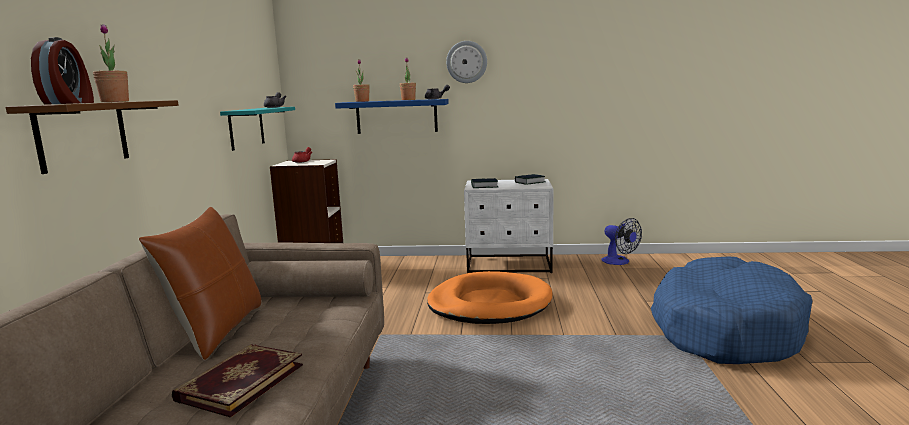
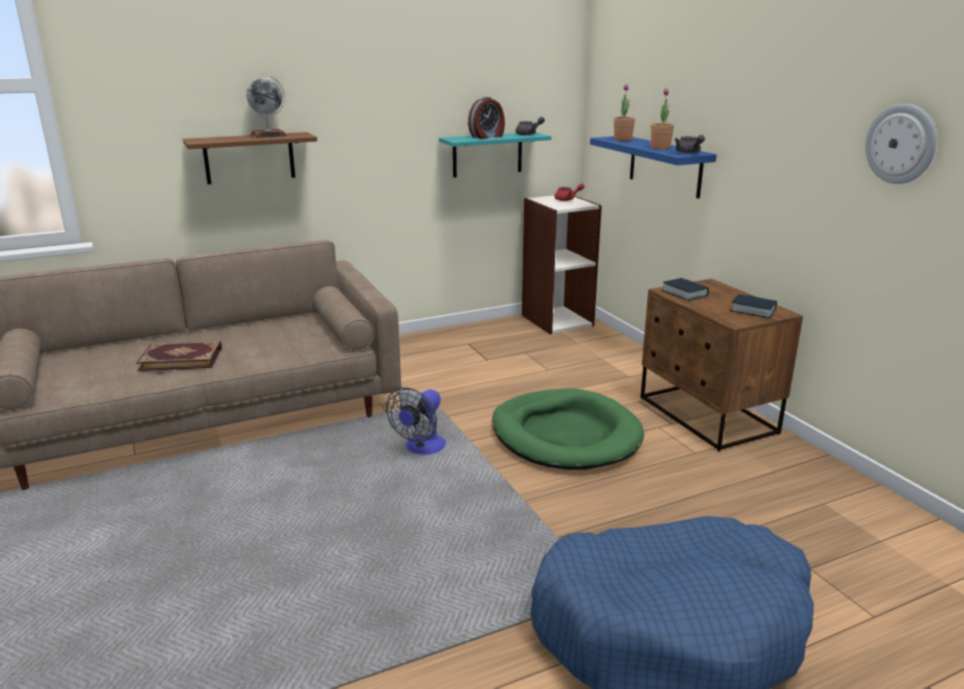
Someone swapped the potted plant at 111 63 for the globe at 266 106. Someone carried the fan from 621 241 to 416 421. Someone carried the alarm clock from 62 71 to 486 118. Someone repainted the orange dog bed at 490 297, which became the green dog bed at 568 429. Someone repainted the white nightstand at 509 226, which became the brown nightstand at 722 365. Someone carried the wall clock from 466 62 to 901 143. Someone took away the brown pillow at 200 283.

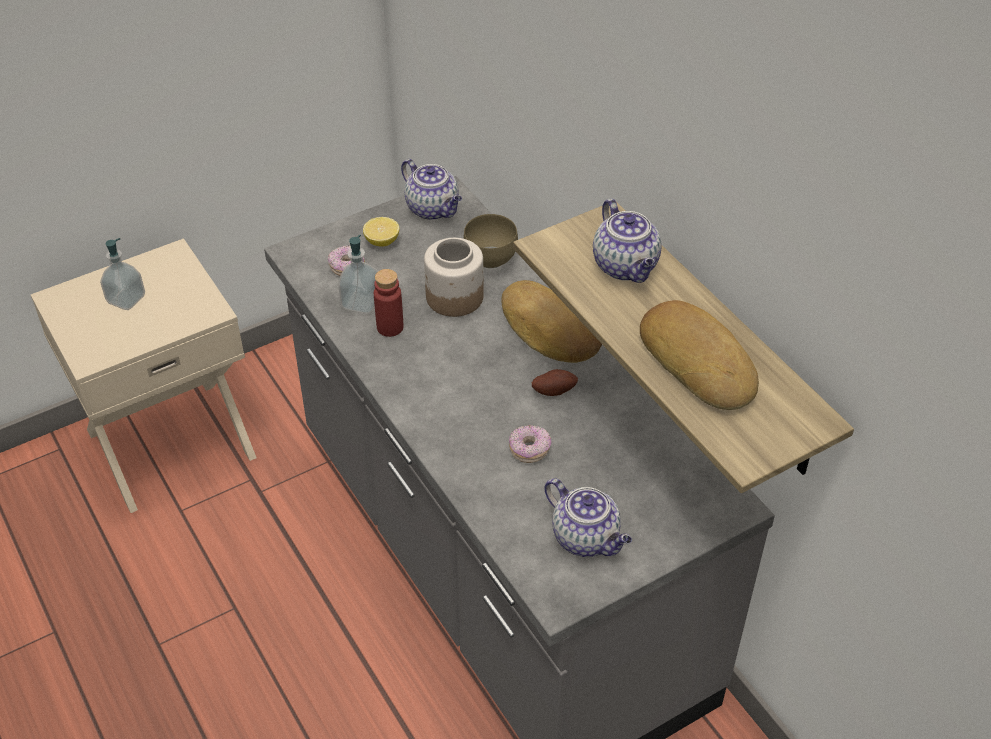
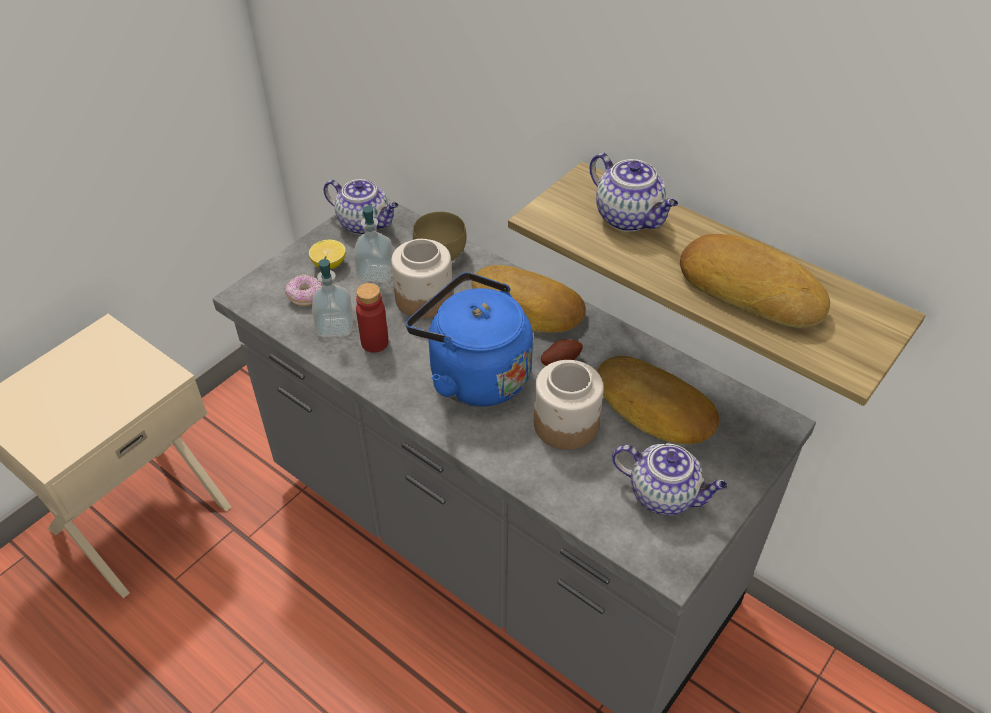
Someone carried the soap dispenser from 122 274 to 373 243. Someone put down the blue kettle at 469 339. Someone swapped the donut at 530 444 for the jar at 568 405. Someone put down the bread at 658 400.

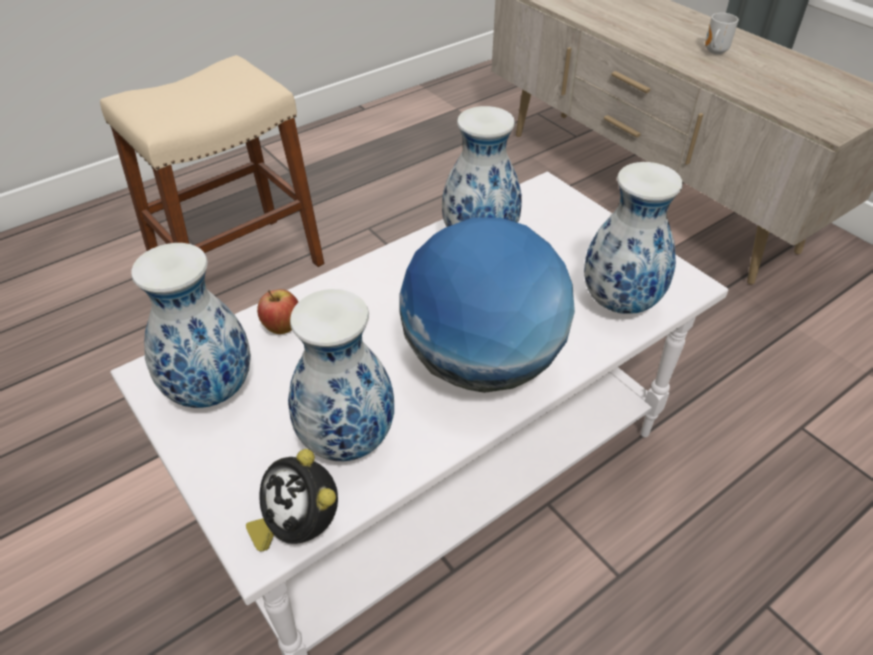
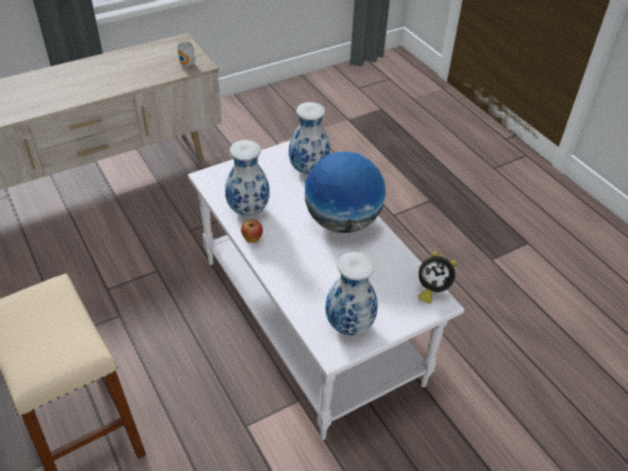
Someone carried the mug from 722 34 to 186 53. Someone carried the apple from 277 311 to 252 231. Someone rotated the alarm clock at 292 500 by 45 degrees clockwise. Someone took away the vase at 341 375.

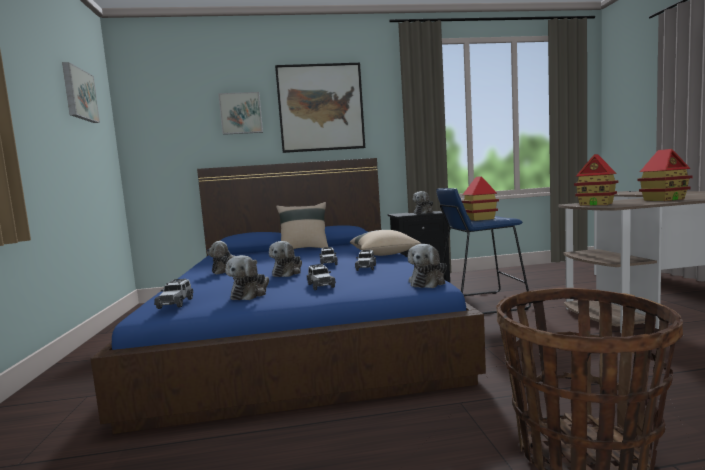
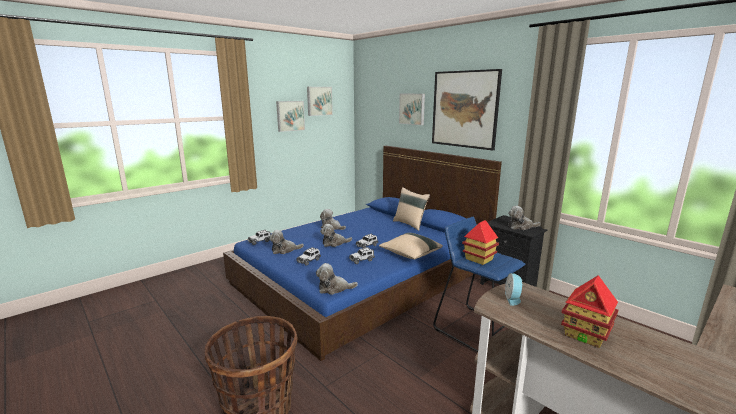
Someone put up the picture at 290 116. Someone swapped the toy house at 596 180 for the alarm clock at 515 289.

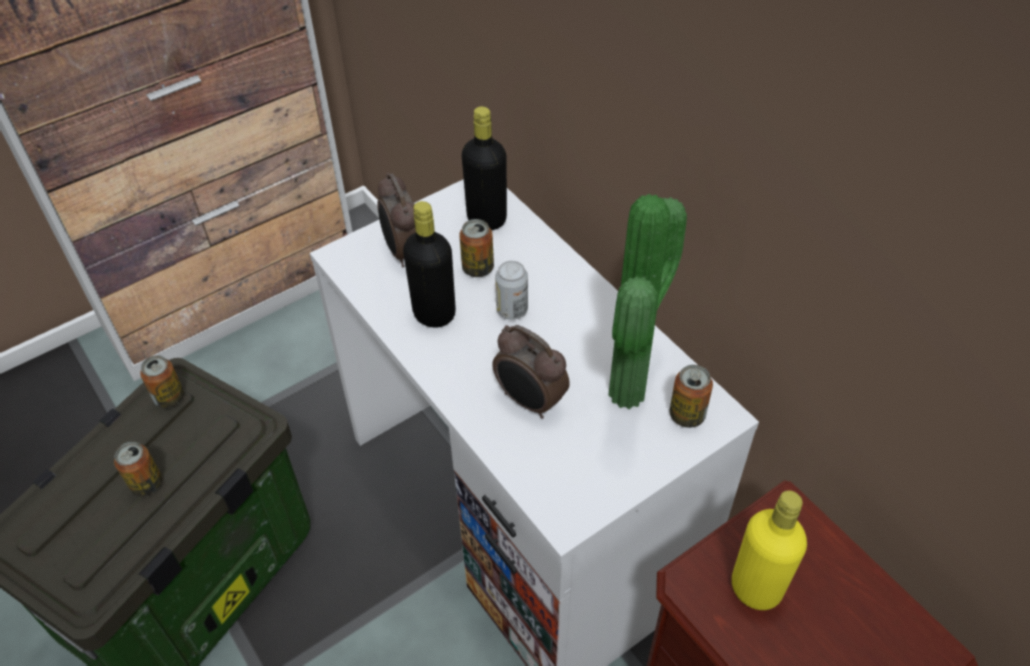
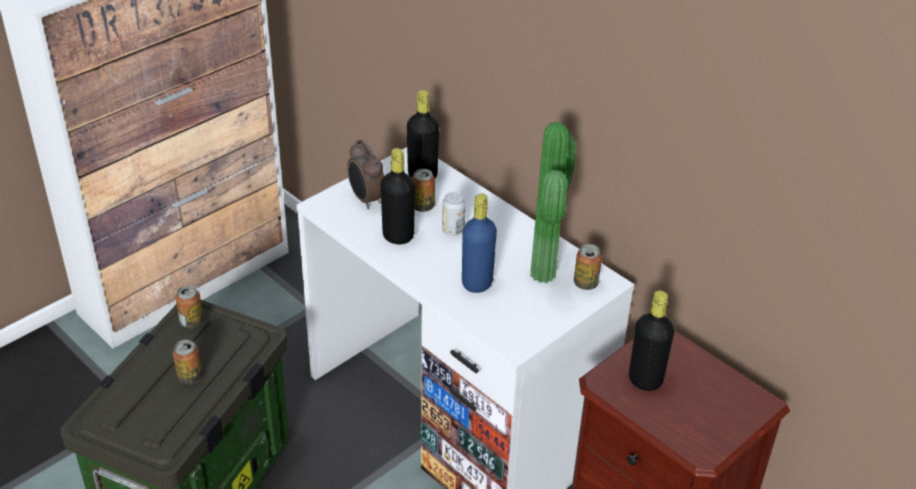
Someone swapped the alarm clock at 531 372 for the blue bottle at 479 243. Someone repainted the yellow bottle at 769 550, which became the black bottle at 651 340.

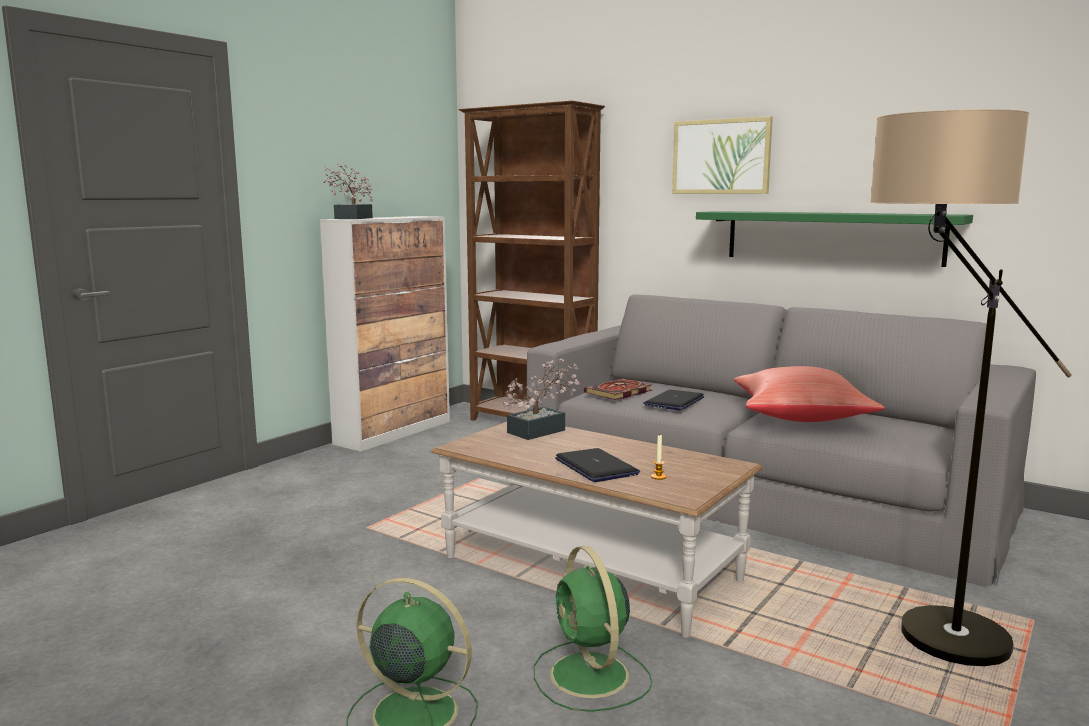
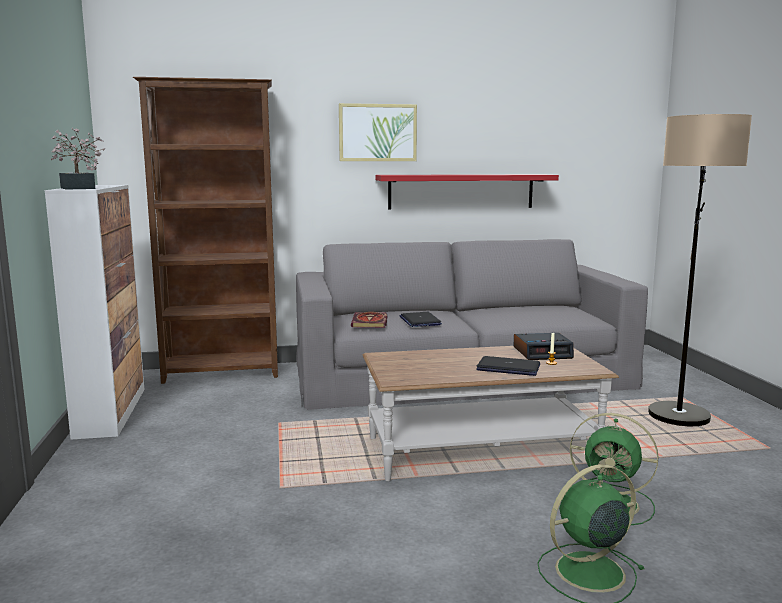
Someone repainted the green shelf at 834 239, which became the red shelf at 467 191. Someone put down the alarm clock at 544 346. Someone took away the potted plant at 541 399. Someone took away the red pillow at 809 394.

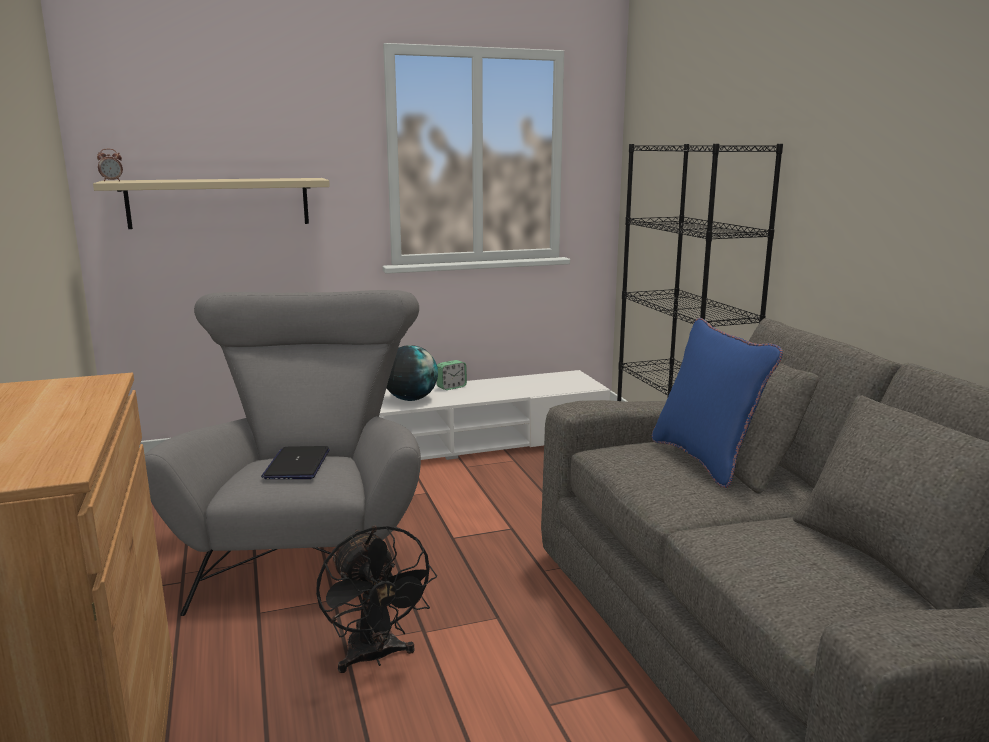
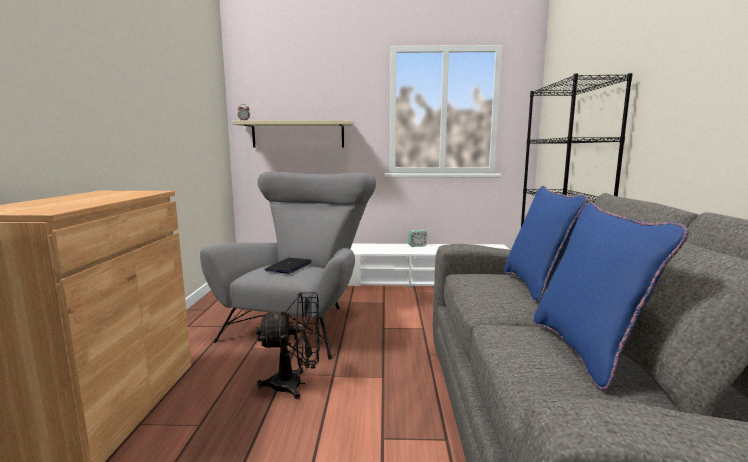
Someone rotated the black fan at 376 599 by 90 degrees counterclockwise. Someone put down the blue pillow at 611 296. Someone took away the globe at 412 373.

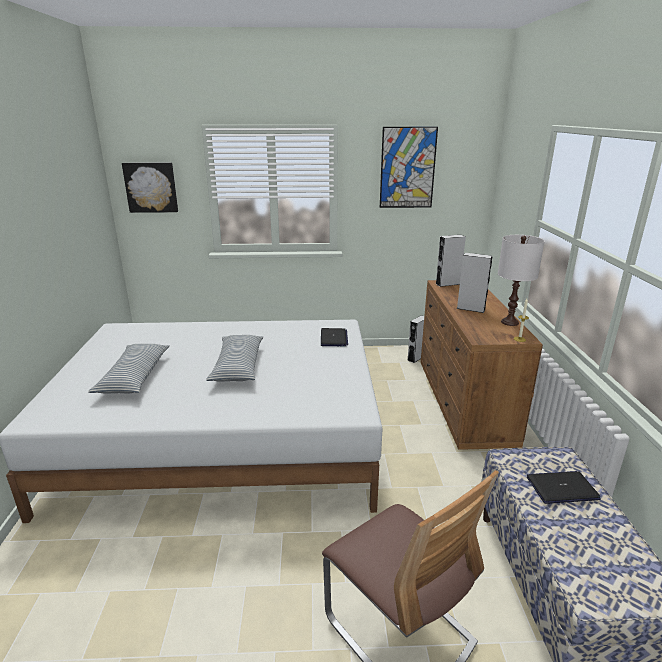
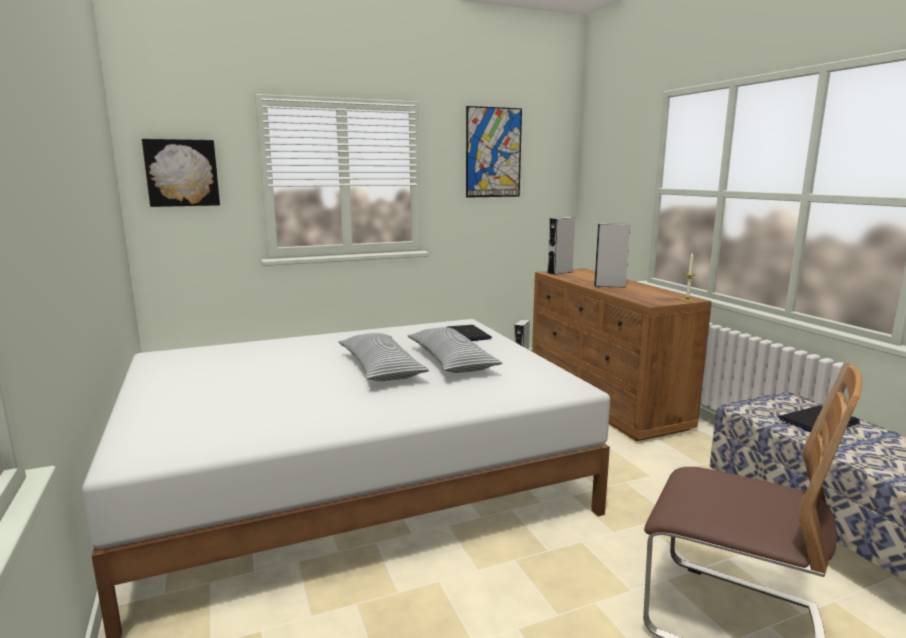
Someone carried the pillow from 129 369 to 455 350. Someone took away the white table lamp at 521 280.

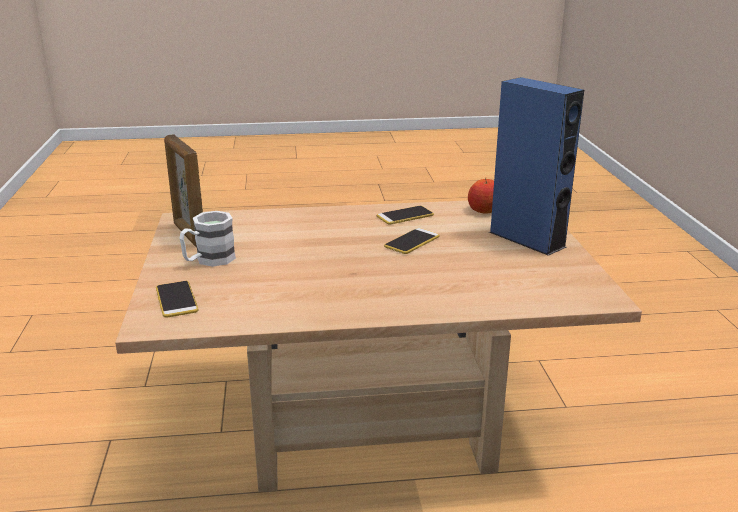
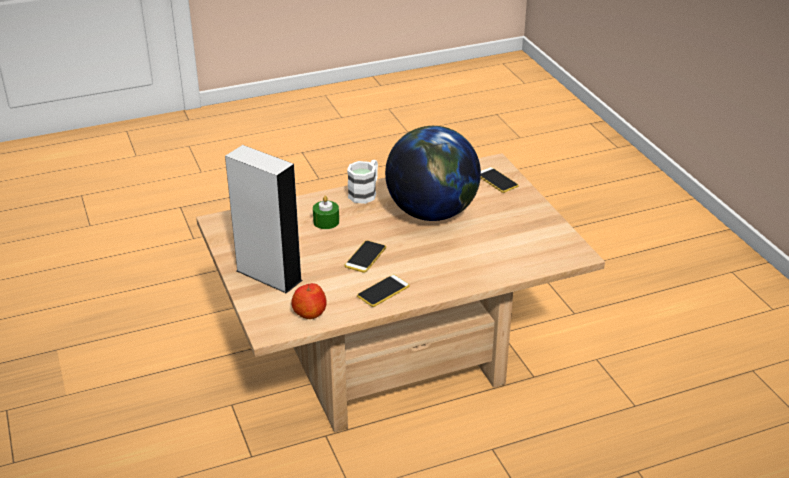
Someone repainted the blue speaker at 536 166, which became the grey speaker at 264 219. Someone put down the green candle at 326 212. Someone carried the white mug from 207 239 to 362 182. Someone put down the globe at 433 173. Someone took away the picture frame at 183 190.

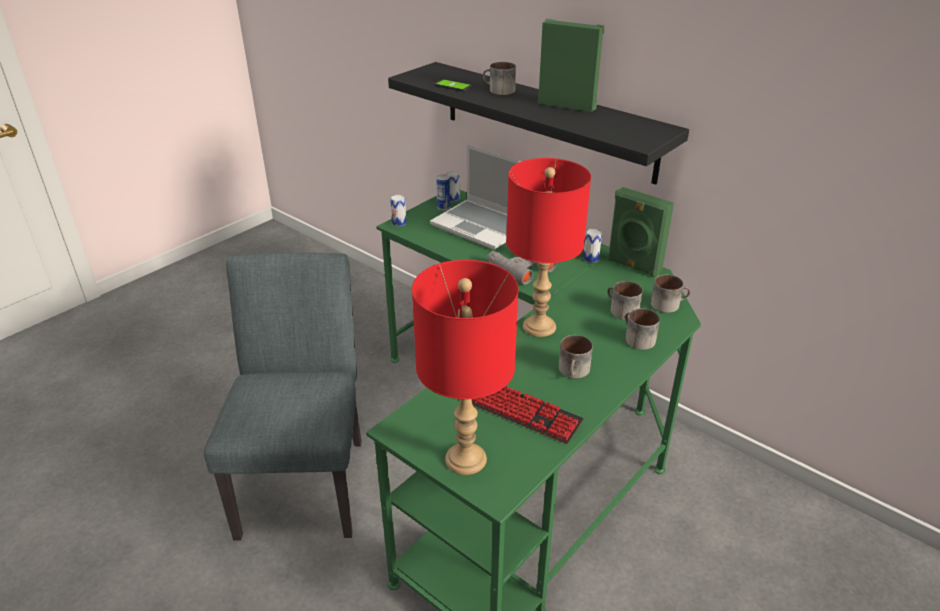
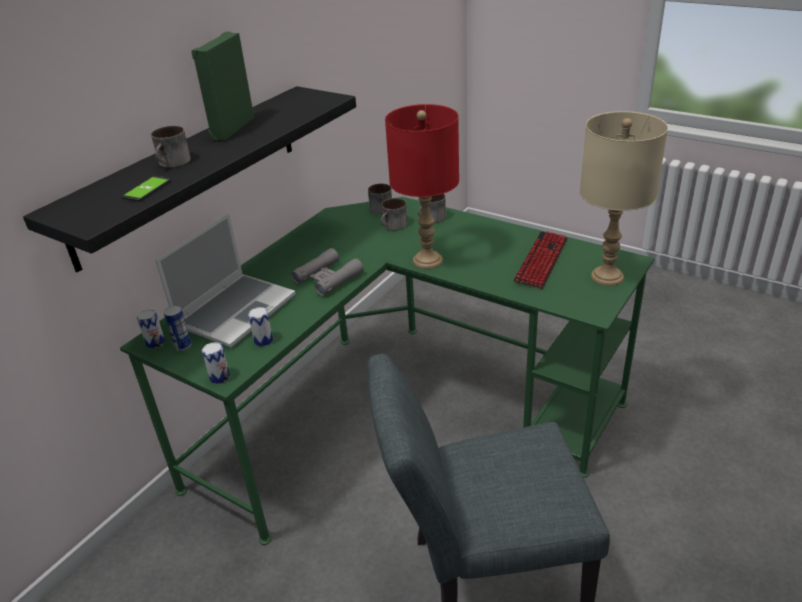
Someone carried the can from 592 245 to 260 327. Someone repainted the red table lamp at 465 367, which became the beige table lamp at 624 198. Someone took away the mug at 576 357. Someone took away the green speaker at 640 232.

